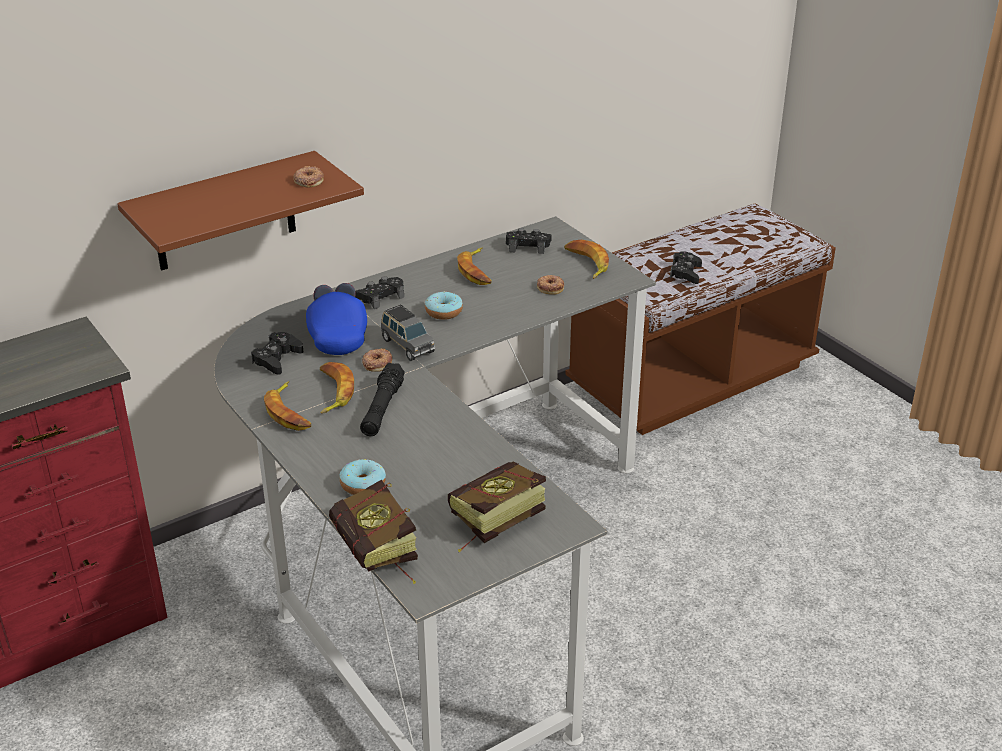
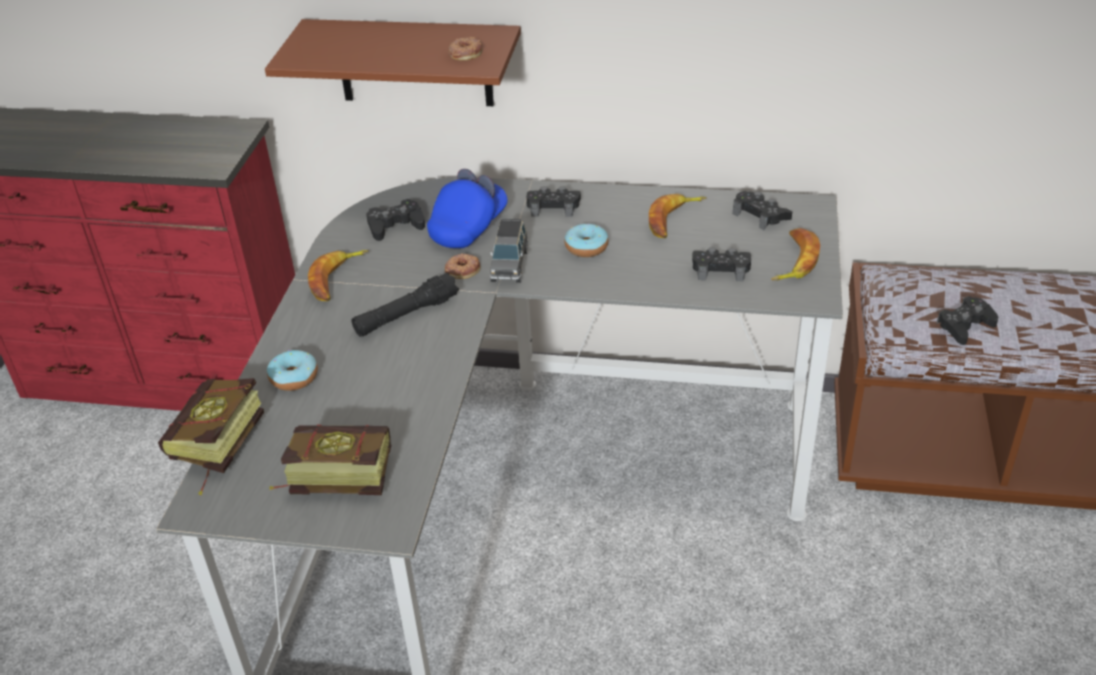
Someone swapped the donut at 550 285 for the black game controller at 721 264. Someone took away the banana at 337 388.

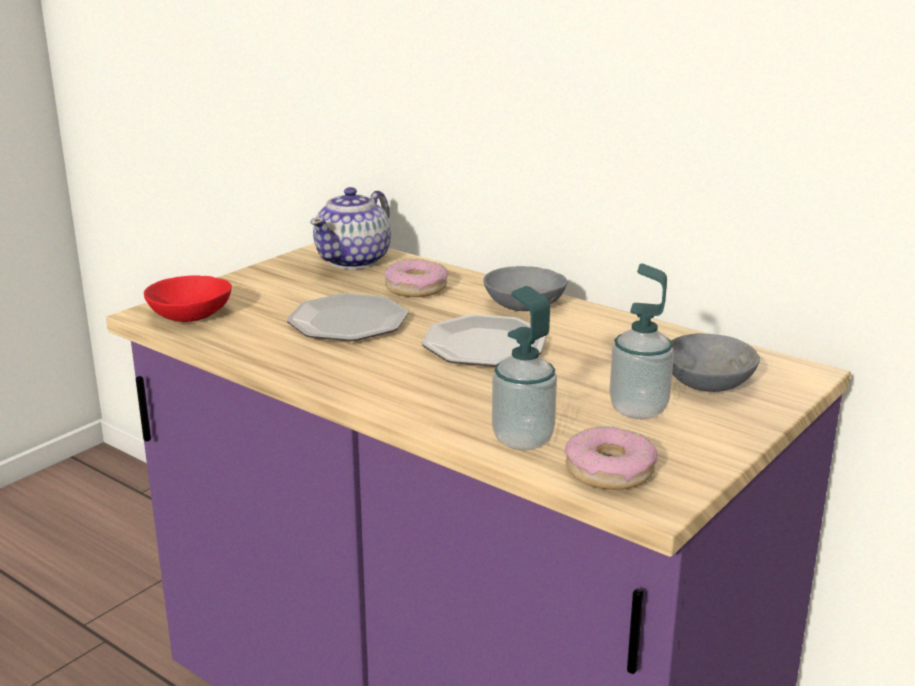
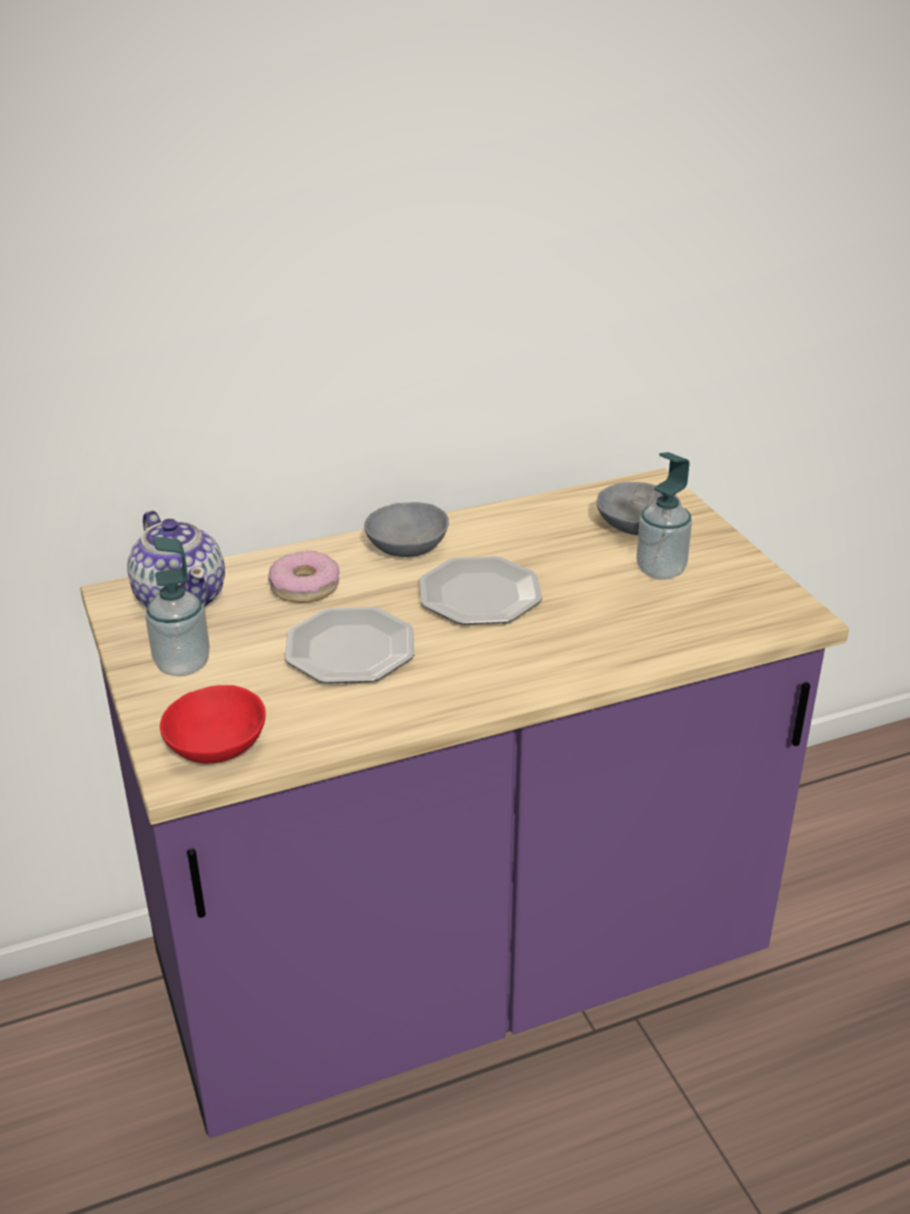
Someone carried the soap dispenser from 524 368 to 177 606. Someone took away the donut at 610 458.

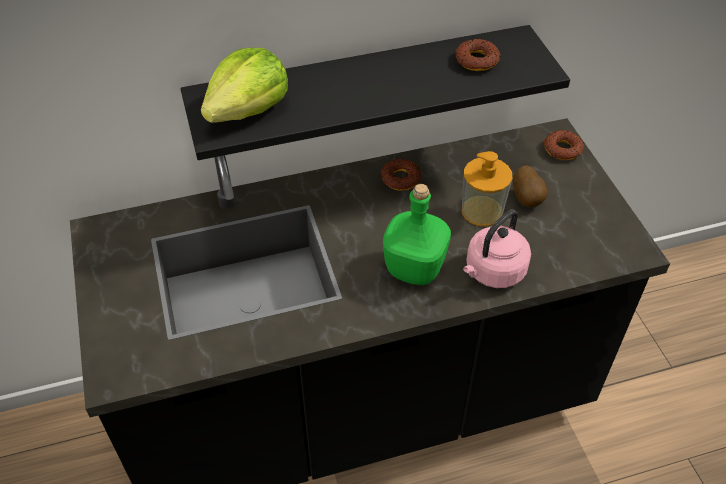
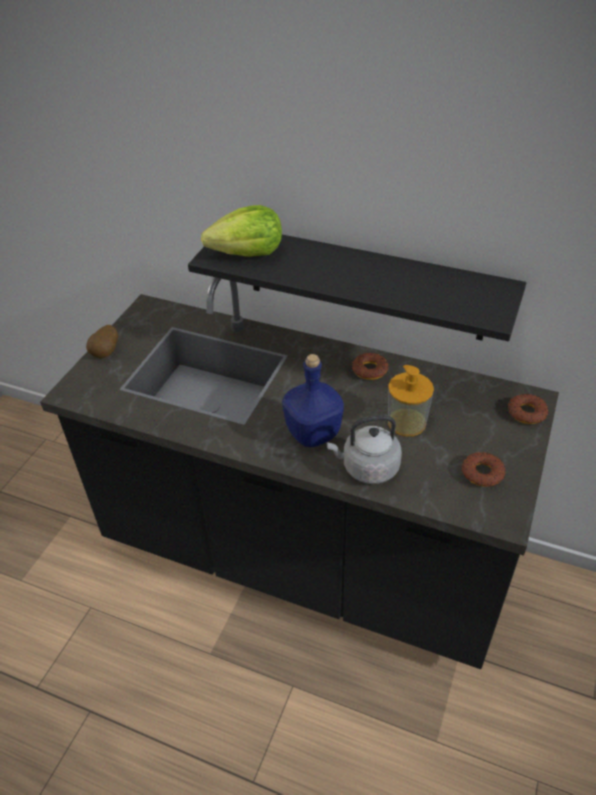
Someone carried the potato from 530 186 to 102 341. Someone repainted the green bottle at 417 234, which became the blue bottle at 313 400. Someone repainted the pink kettle at 497 248, which became the grey kettle at 364 449. Someone carried the donut from 477 55 to 483 469.

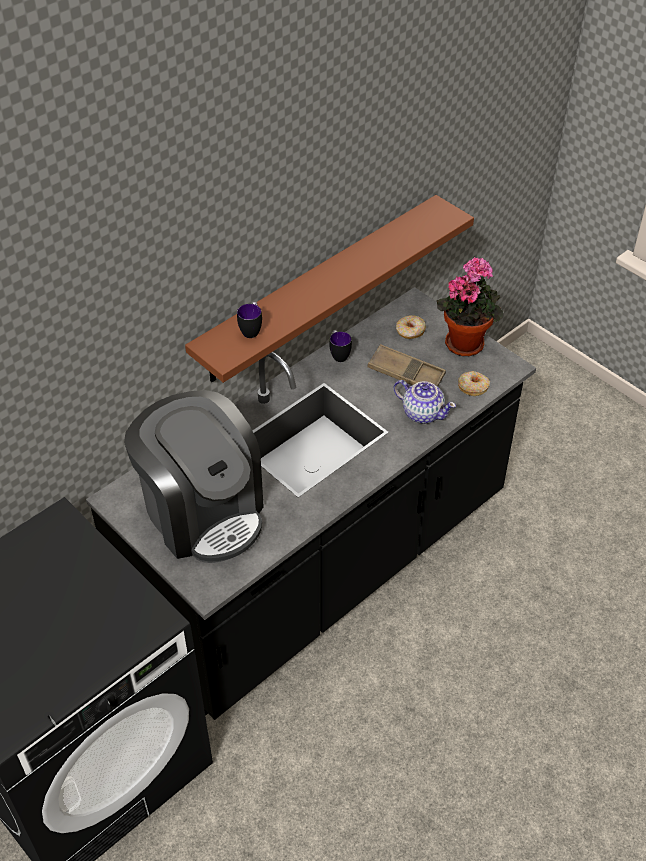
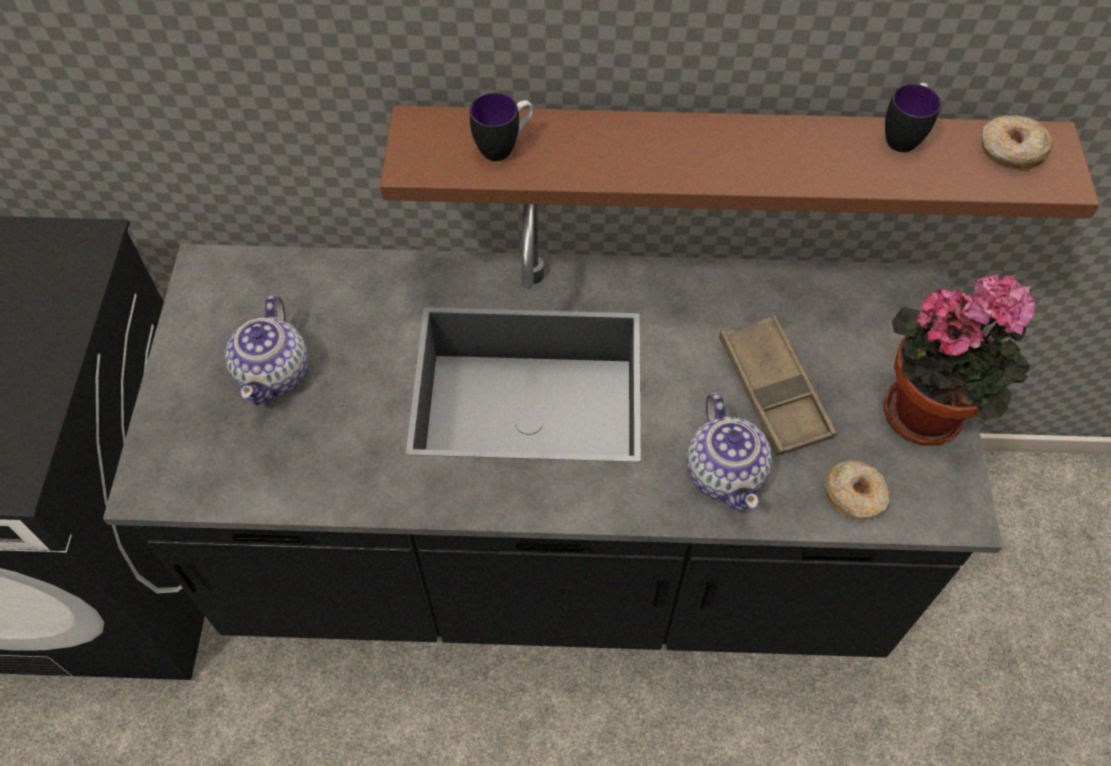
Someone swapped the coffee machine at 194 476 for the teapot at 266 350. Someone carried the mug from 341 346 to 913 117. Someone carried the donut from 411 327 to 1017 143.

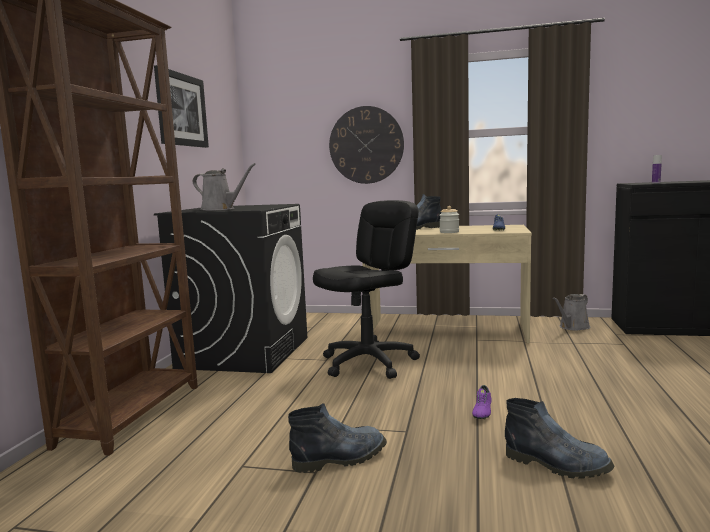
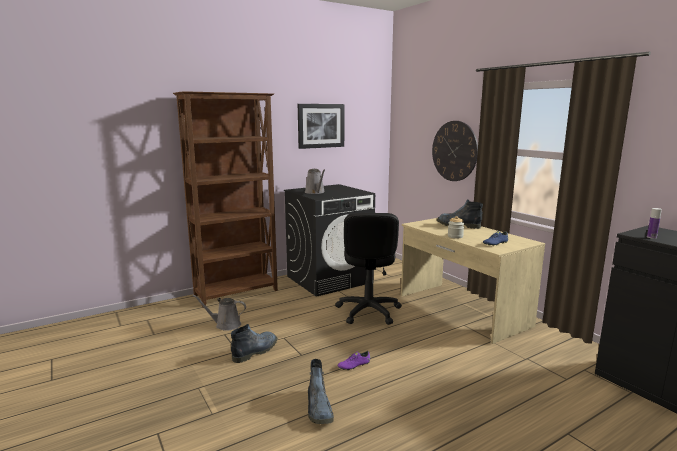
Someone carried the grey watering can from 571 312 to 219 313. Someone rotated the boot at 337 438 by 75 degrees counterclockwise. Someone rotated the black office chair at 366 289 by 90 degrees clockwise.

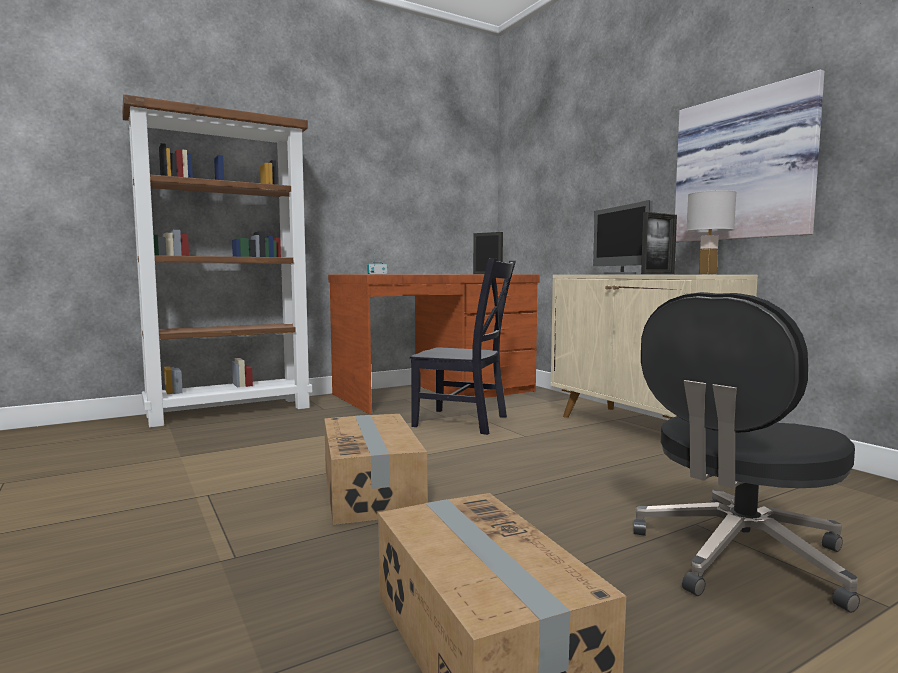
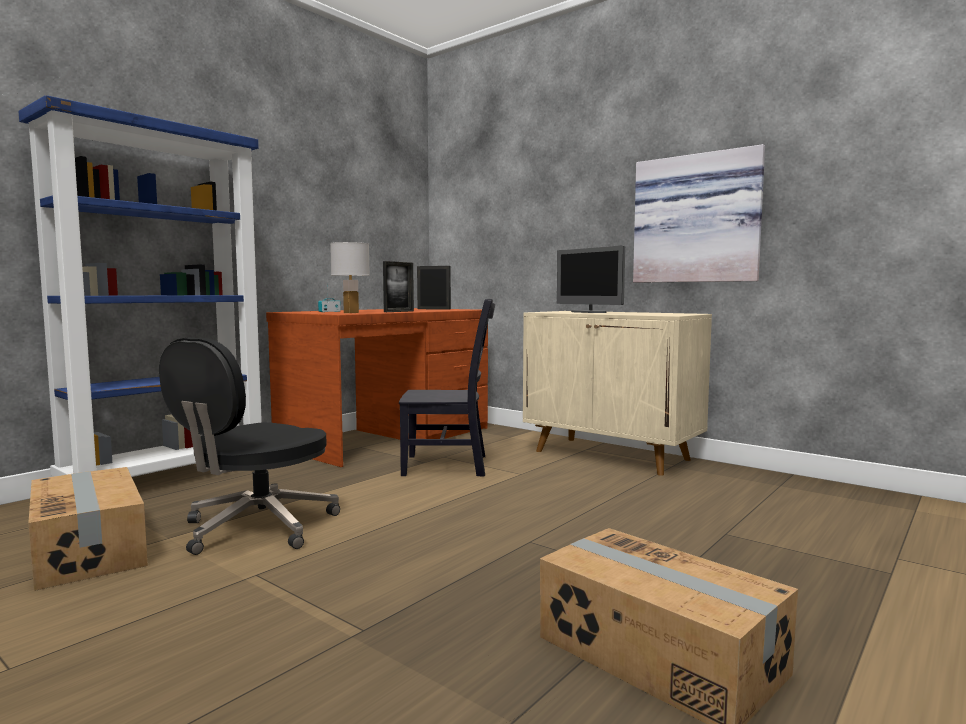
Someone repainted the brown bookcase at 217 260, which became the blue bookcase at 140 286. Someone carried the cardboard box from 375 469 to 88 529. Someone carried the black office chair from 746 452 to 249 446. Someone carried the white table lamp from 711 232 to 350 277. Someone carried the picture frame from 659 243 to 398 286.

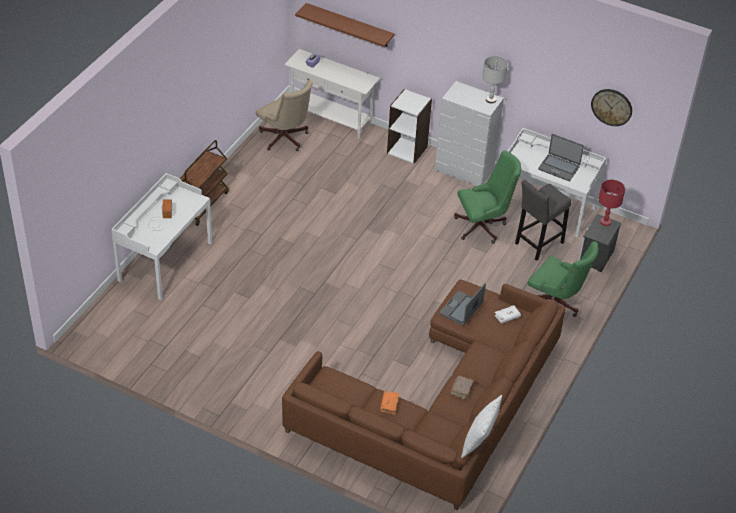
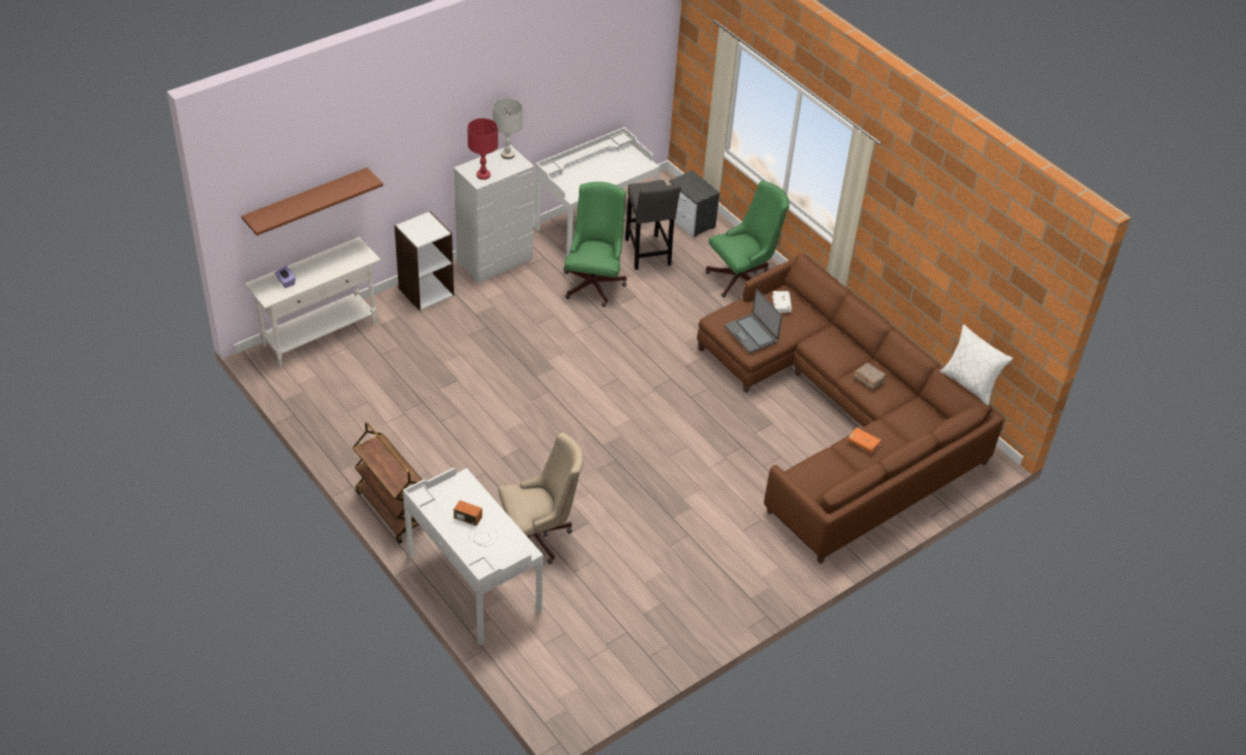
Someone carried the red table lamp from 612 202 to 482 149. Someone carried the beige office chair from 284 115 to 541 498. Someone took away the laptop at 561 157. Someone took away the wall clock at 611 107.

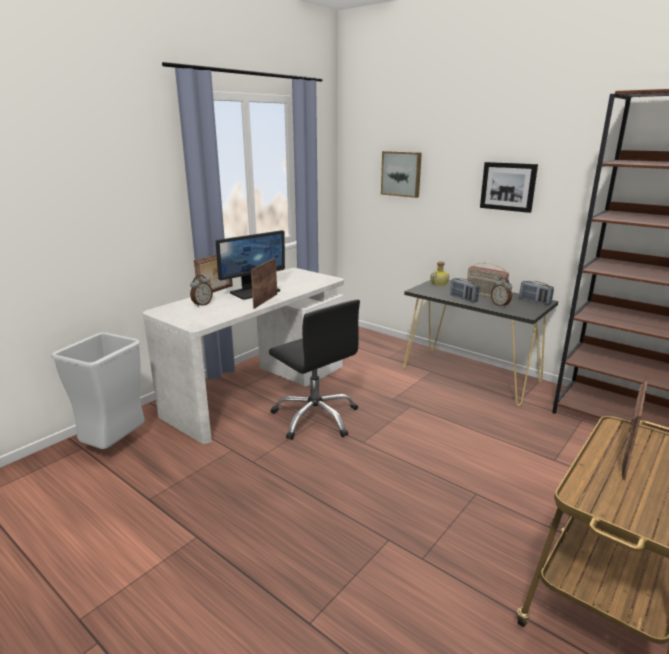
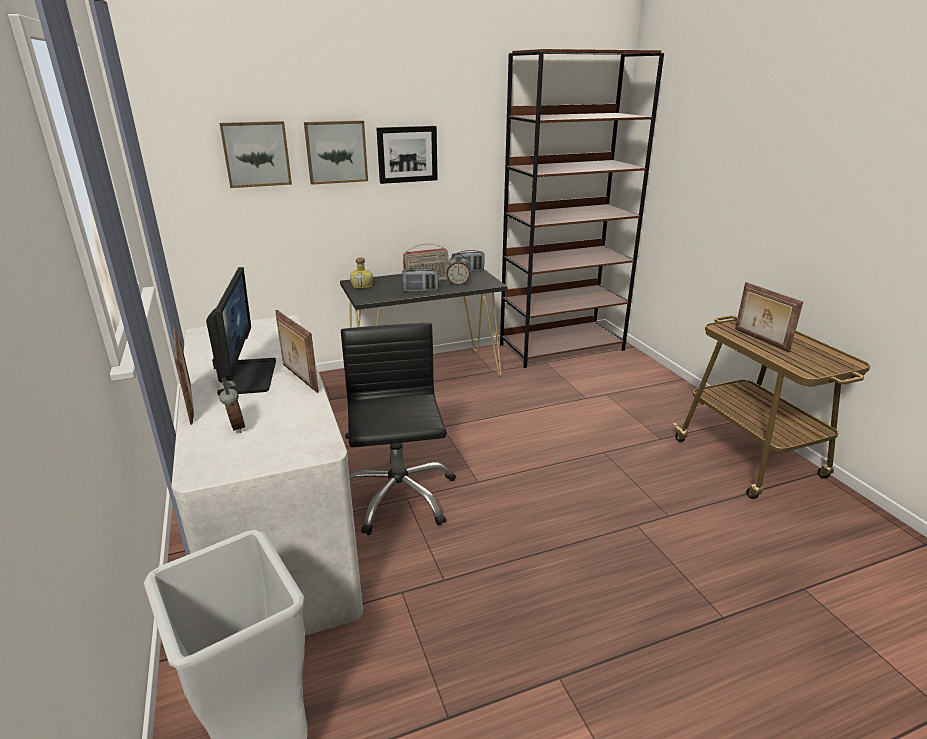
Someone put up the picture at 336 152. Someone rotated the black office chair at 314 369 by 90 degrees counterclockwise.

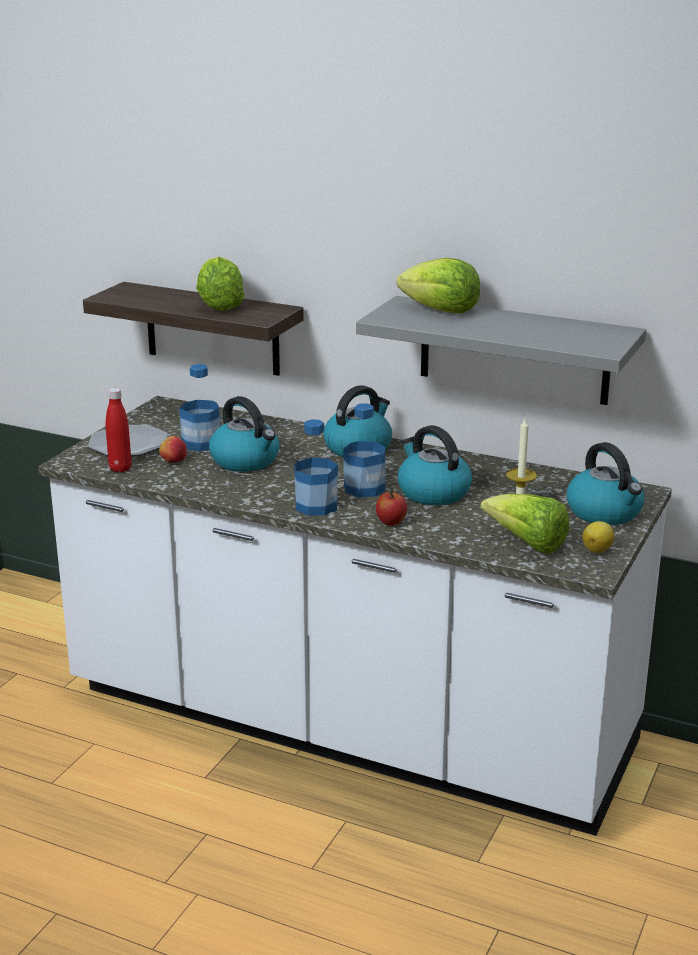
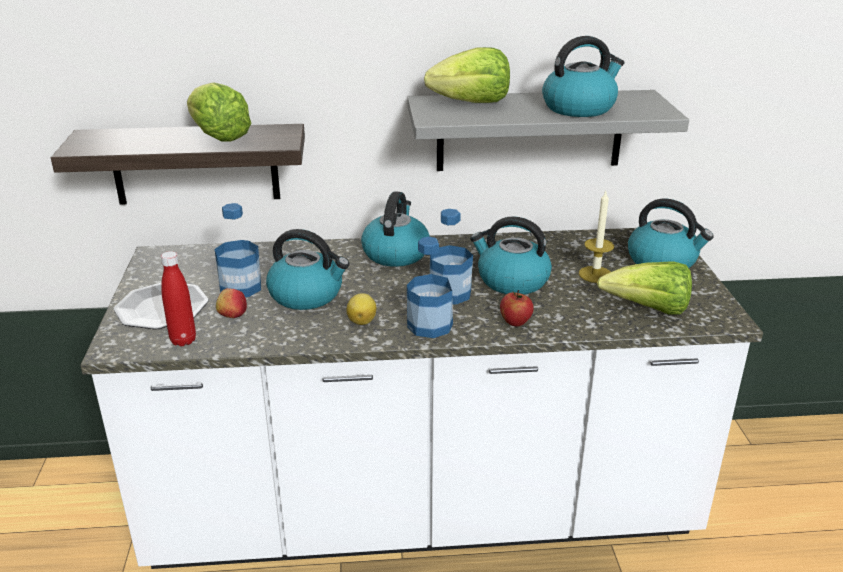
Someone carried the lemon from 598 537 to 361 309. Someone put down the kettle at 583 76.

